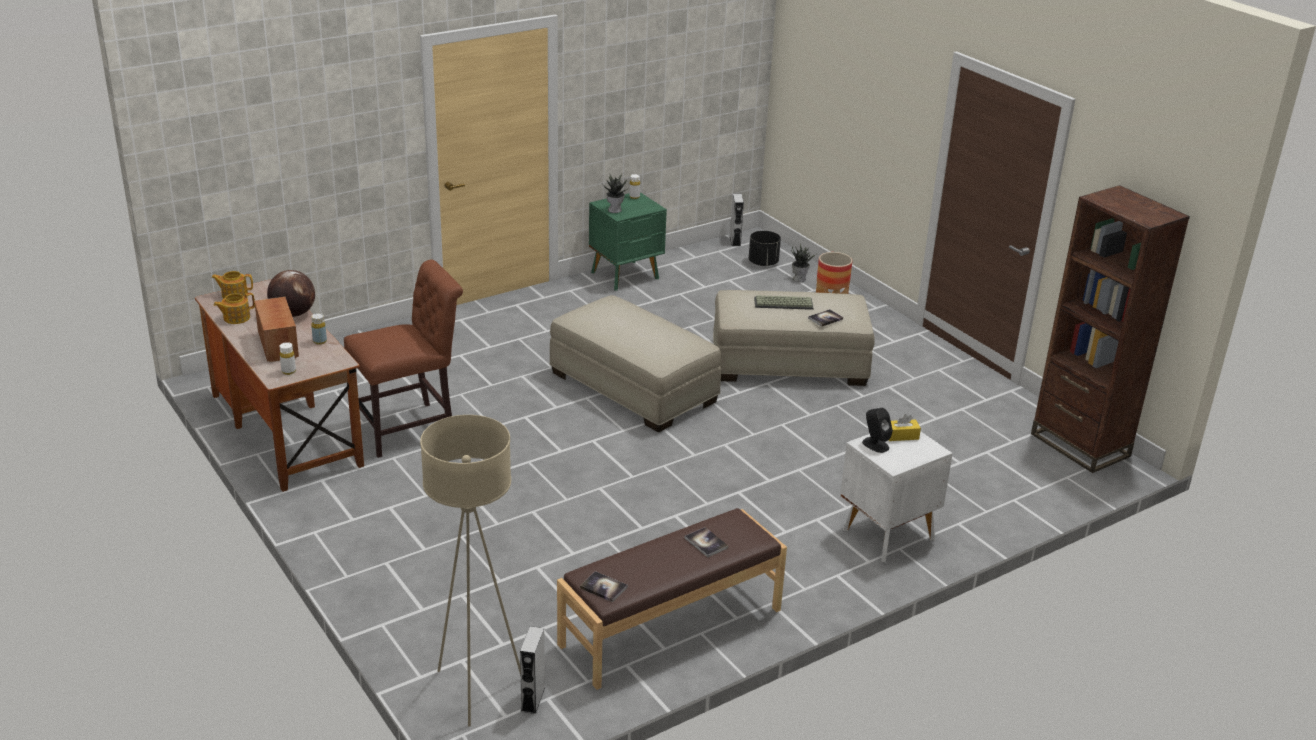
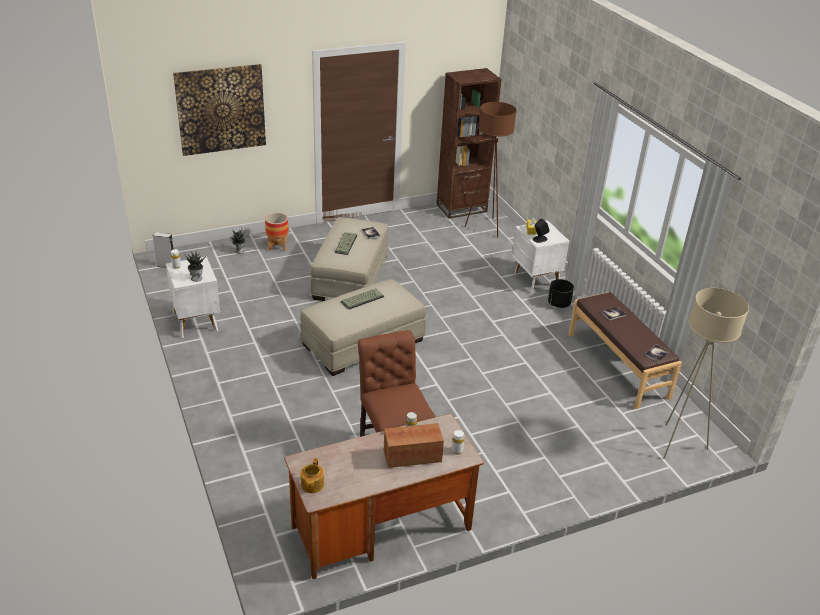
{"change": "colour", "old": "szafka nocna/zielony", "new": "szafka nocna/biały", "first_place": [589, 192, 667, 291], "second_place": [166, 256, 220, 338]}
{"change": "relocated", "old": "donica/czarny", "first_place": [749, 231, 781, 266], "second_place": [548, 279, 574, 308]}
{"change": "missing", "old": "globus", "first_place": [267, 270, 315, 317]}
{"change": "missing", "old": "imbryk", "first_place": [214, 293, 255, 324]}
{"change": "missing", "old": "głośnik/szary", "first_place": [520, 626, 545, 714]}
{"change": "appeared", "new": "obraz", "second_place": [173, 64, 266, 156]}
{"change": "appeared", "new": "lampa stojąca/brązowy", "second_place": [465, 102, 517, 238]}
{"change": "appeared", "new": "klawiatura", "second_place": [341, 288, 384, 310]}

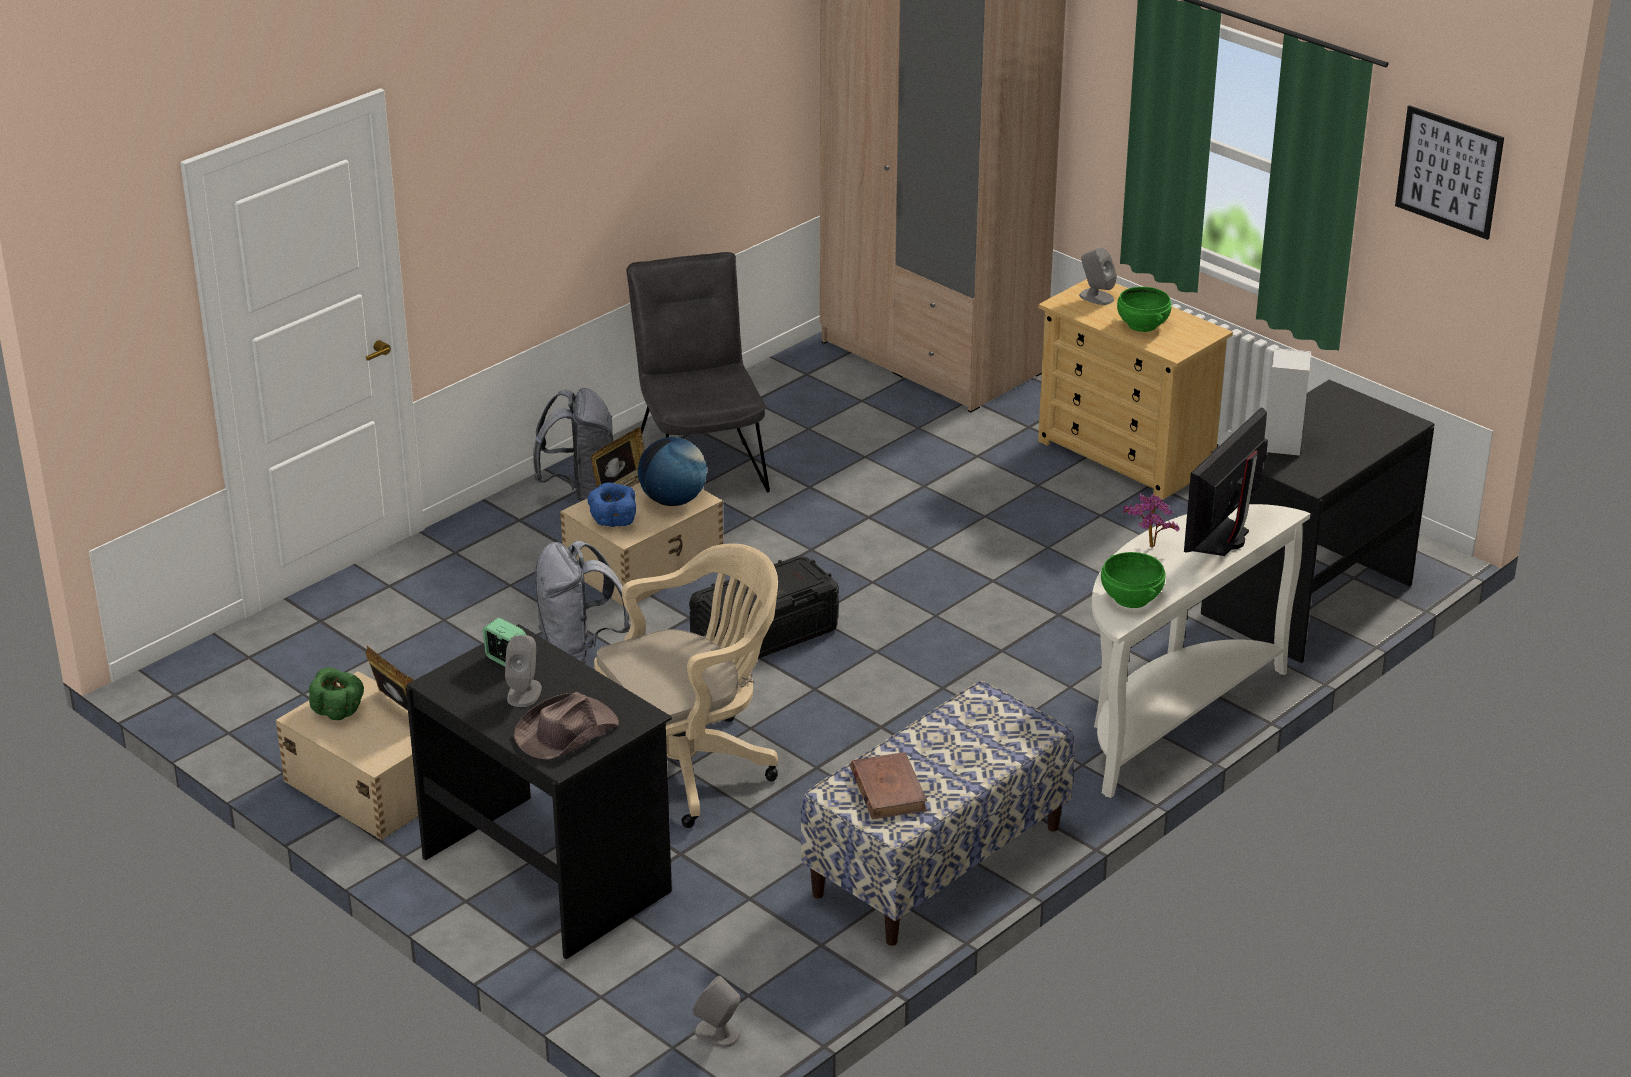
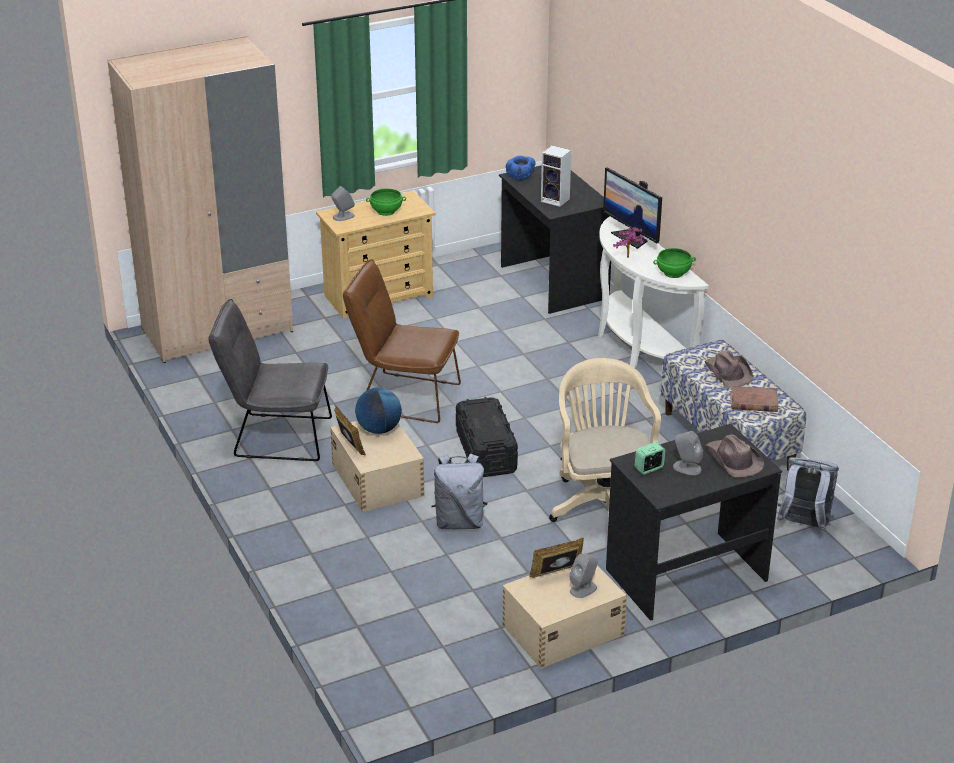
{"change": "missing", "old": "obraz", "first_place": [1395, 105, 1504, 240]}
{"change": "relocated", "old": "plecak/szary", "first_place": [533, 388, 614, 501], "second_place": [777, 457, 839, 531]}
{"change": "relocated", "old": "miska/niebieski", "first_place": [587, 482, 636, 527], "second_place": [506, 156, 536, 181]}
{"change": "missing", "old": "miska/zielony", "first_place": [309, 667, 364, 720]}
{"change": "relocated", "old": "głośnik/szary", "first_place": [693, 976, 741, 1048], "second_place": [569, 553, 598, 598]}
{"change": "appeared", "new": "krzesło/brązowy", "second_place": [343, 259, 461, 423]}
{"change": "appeared", "new": "kapelusz/brązowy", "second_place": [704, 350, 754, 388]}

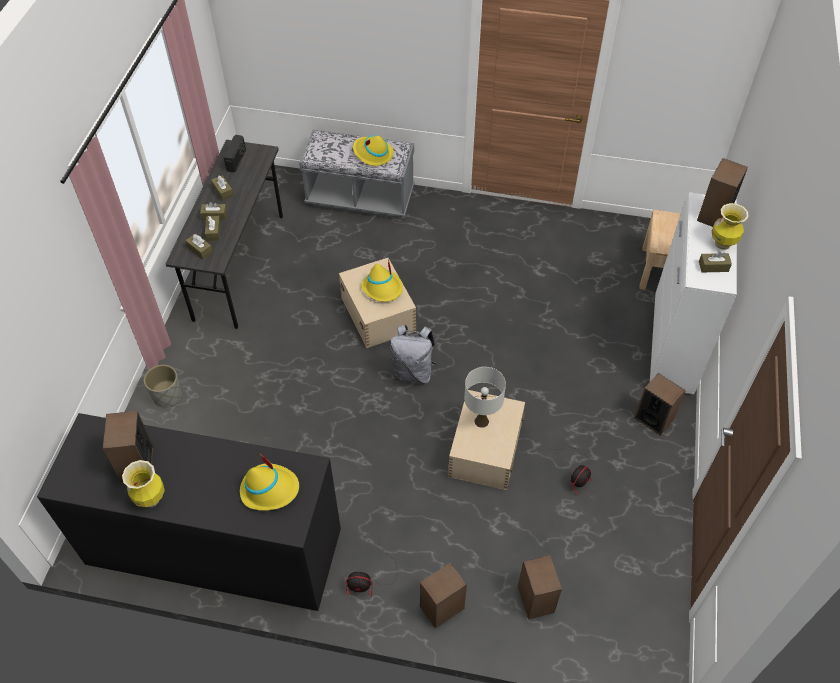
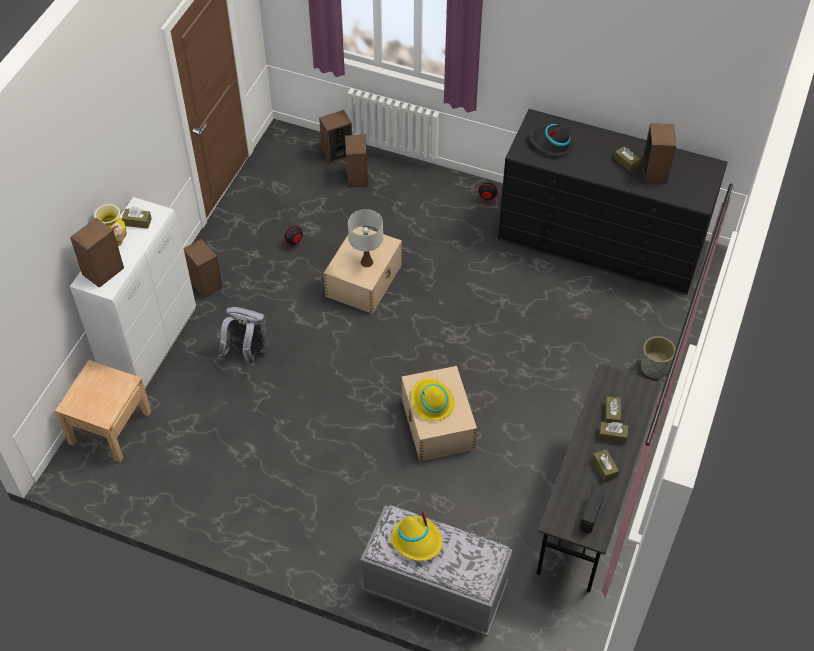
{"change": "relocated", "old": "pudełko chusteczek/brązowy", "first_place": [185, 233, 213, 260], "second_place": [614, 146, 641, 172]}
{"change": "relocated", "old": "plecak/szary", "first_place": [390, 325, 436, 384], "second_place": [219, 307, 269, 368]}
{"change": "colour", "old": "kapelusz/żółty", "new": "kapelusz/czarny", "first_place": [240, 454, 299, 511], "second_place": [530, 124, 574, 157]}
{"change": "missing", "old": "wazon", "first_place": [122, 460, 165, 507]}
{"change": "relocated", "old": "głośnik", "first_place": [420, 563, 467, 628], "second_place": [319, 110, 352, 164]}

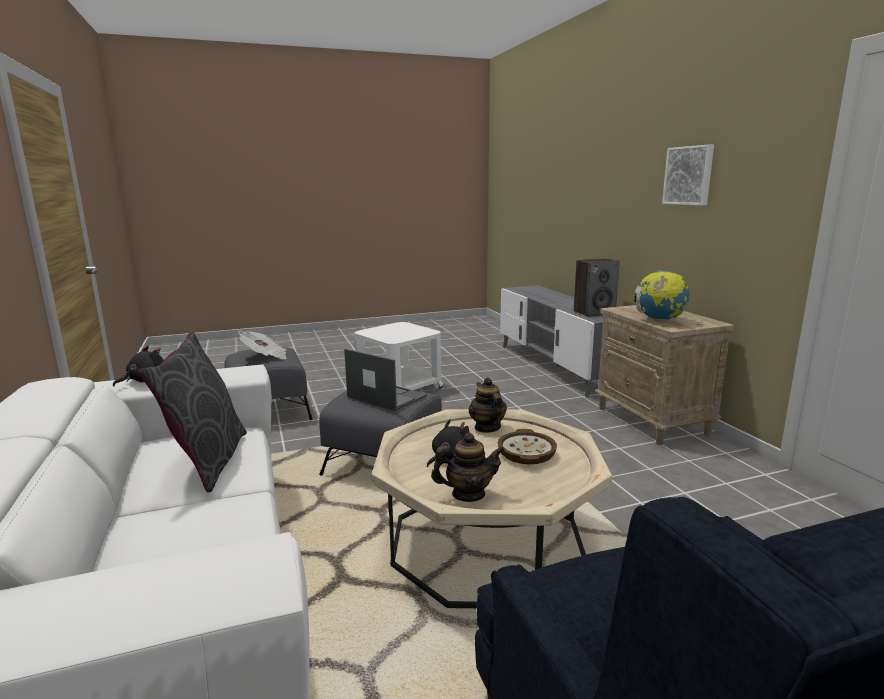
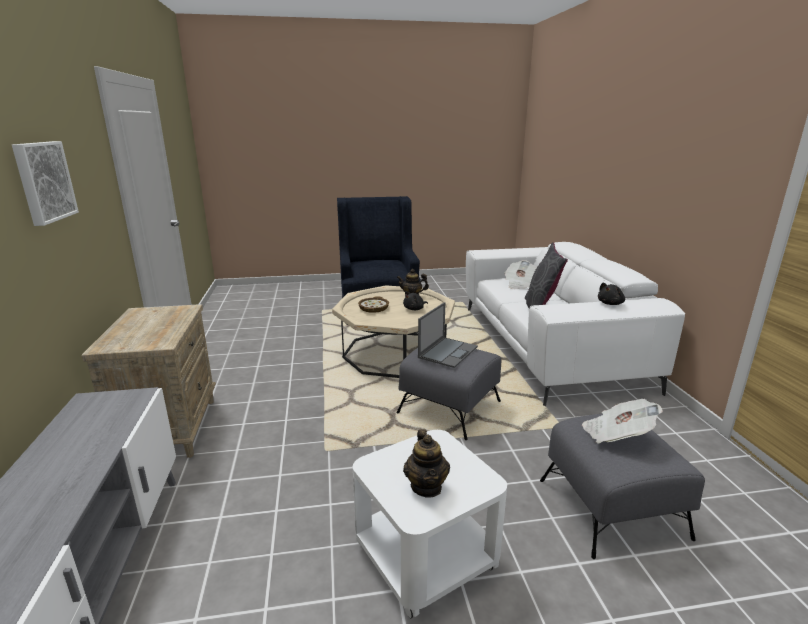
{"change": "missing", "old": "głośnik", "first_place": [574, 258, 620, 317]}
{"change": "missing", "old": "globus", "first_place": [634, 270, 689, 321]}
{"change": "spun", "old": "laptop", "first_place": [344, 349, 427, 411], "second_place": [418, 302, 478, 368], "degrees": -105}
{"change": "relocated", "old": "imbryk", "first_place": [469, 377, 507, 433], "second_place": [403, 429, 450, 498]}
{"change": "appeared", "new": "gazeta", "second_place": [504, 260, 537, 289]}

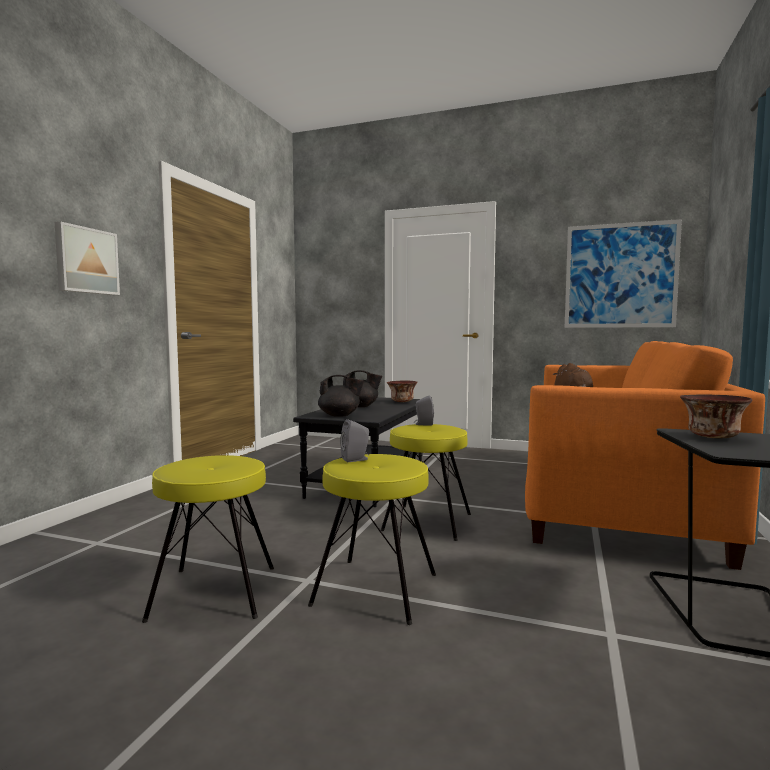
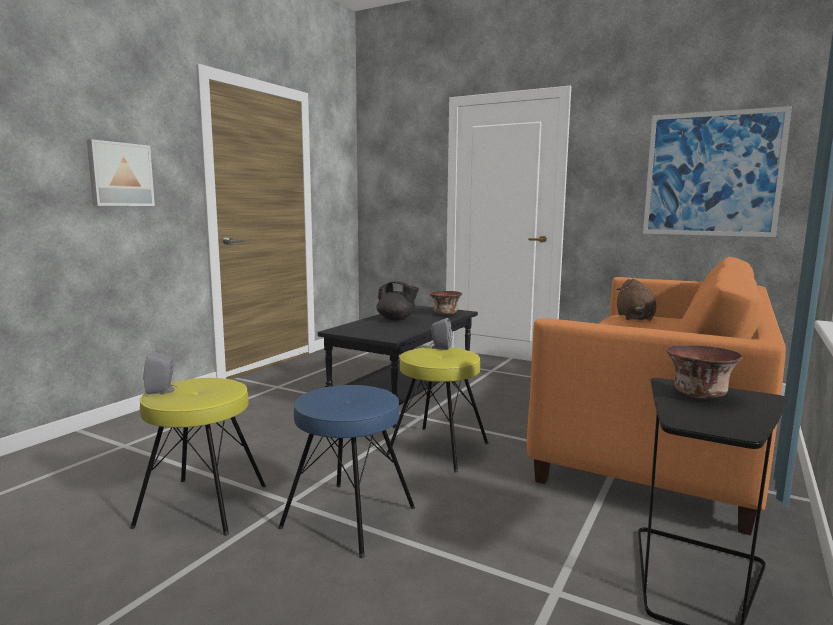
{"change": "missing", "old": "imbryk/czarny", "first_place": [318, 375, 364, 417]}
{"change": "relocated", "old": "głośnik/szary", "first_place": [340, 419, 369, 462], "second_place": [143, 351, 177, 394]}
{"change": "colour", "old": "stołek/żółty", "new": "stołek/niebieski", "first_place": [308, 454, 436, 625], "second_place": [278, 385, 415, 558]}

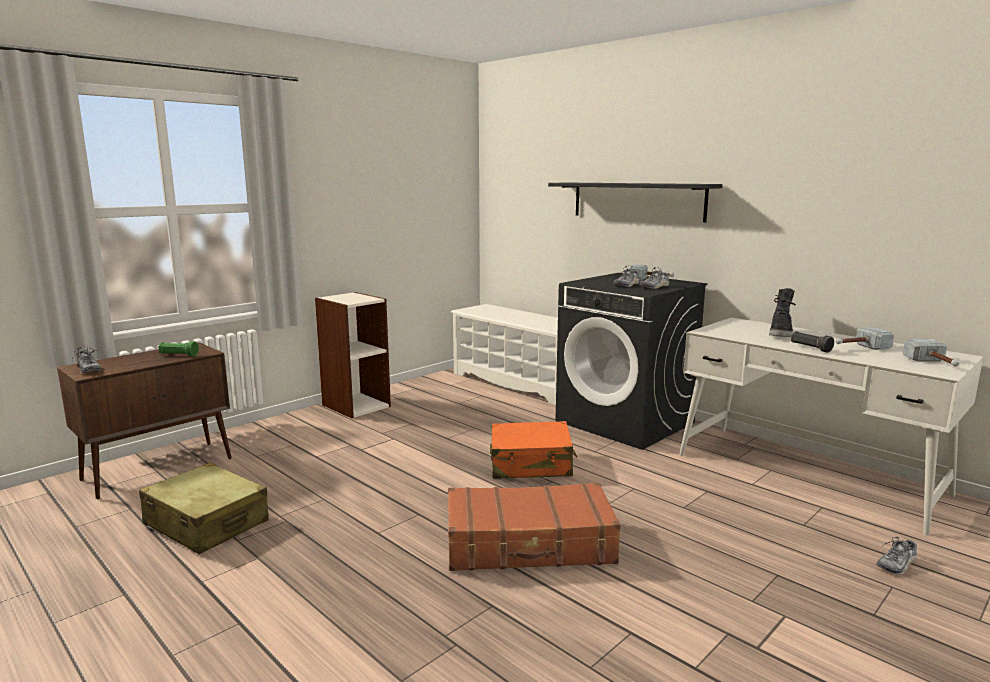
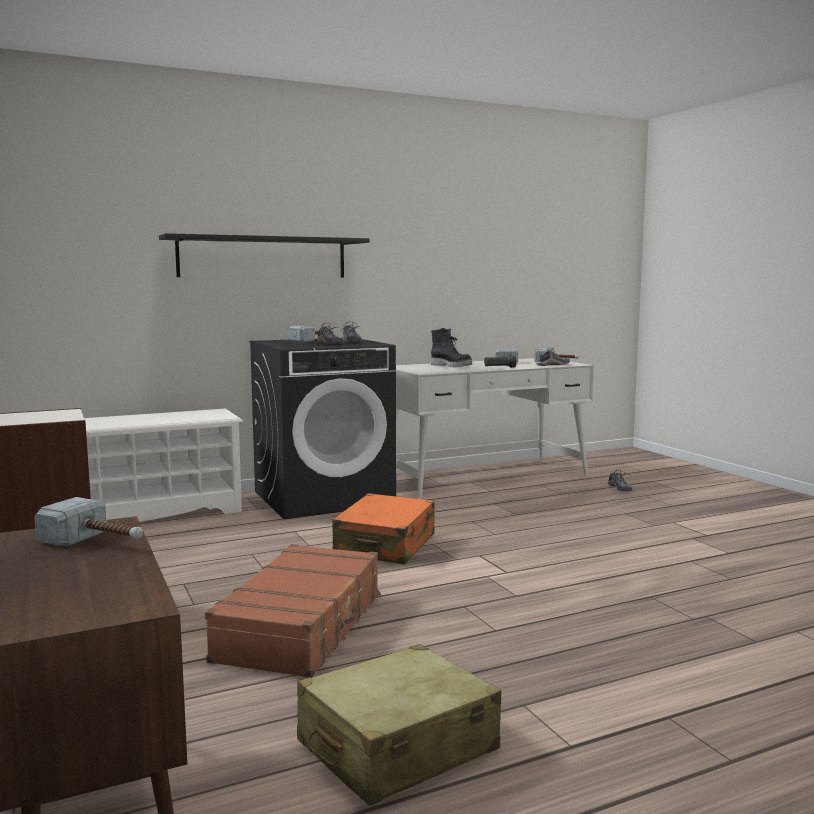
{"change": "exchanged", "old": "latarka/zielony", "new": "młotek", "first_place": [158, 341, 199, 356], "second_place": [34, 497, 143, 546]}
{"change": "relocated", "old": "but", "first_place": [72, 346, 101, 373], "second_place": [536, 347, 570, 366]}
{"change": "relocated", "old": "walizka/brązowy", "first_place": [448, 483, 621, 571], "second_place": [205, 544, 381, 678]}

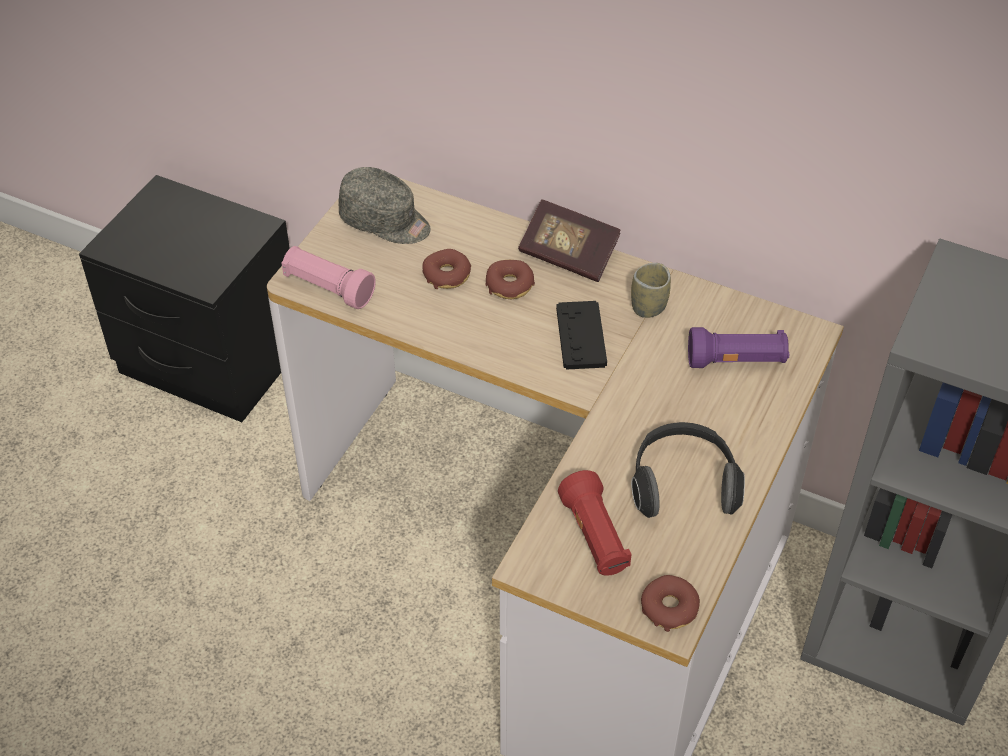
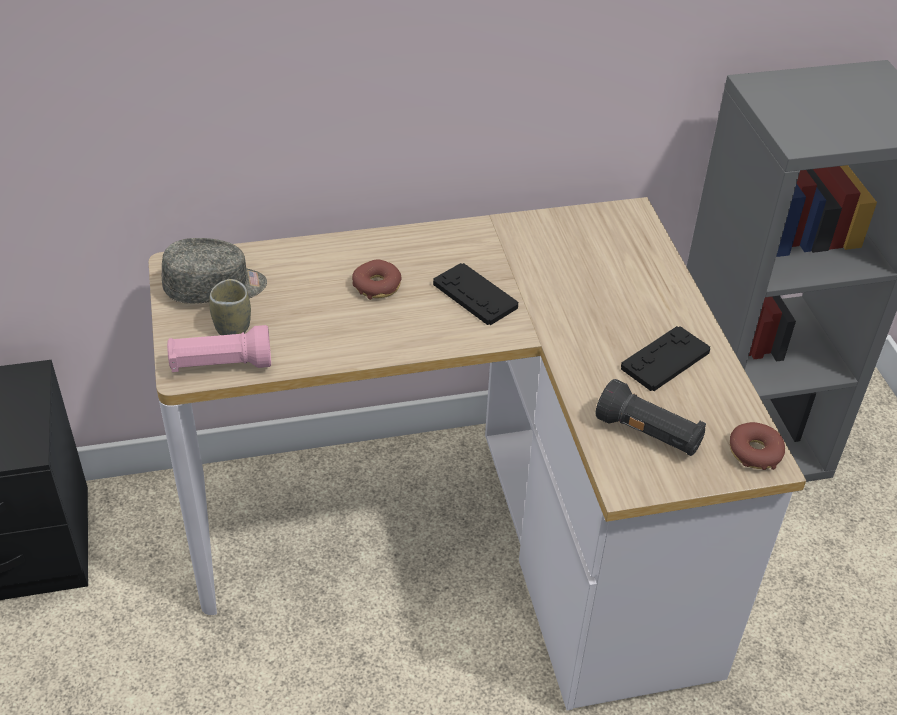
{"change": "missing", "old": "książka", "first_place": [518, 199, 621, 282]}
{"change": "missing", "old": "donut", "first_place": [422, 249, 471, 289]}
{"change": "relocated", "old": "filiżanka", "first_place": [631, 263, 671, 318], "second_place": [209, 279, 251, 335]}
{"change": "missing", "old": "latarka/fioletowy", "first_place": [688, 327, 789, 368]}
{"change": "exchanged", "old": "słuchawki", "new": "pad do gier/czarny", "first_place": [631, 422, 745, 518], "second_place": [621, 326, 710, 391]}
{"change": "colour", "old": "latarka/czerwony", "new": "latarka/czarny", "first_place": [558, 470, 632, 576], "second_place": [596, 379, 706, 456]}

